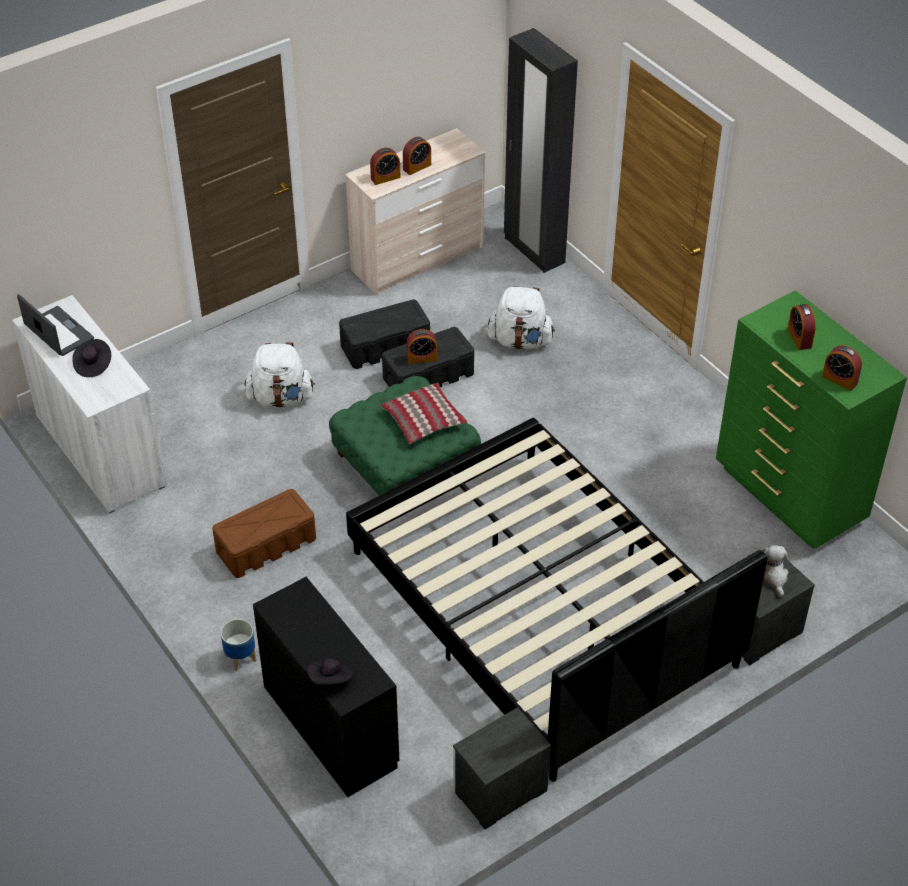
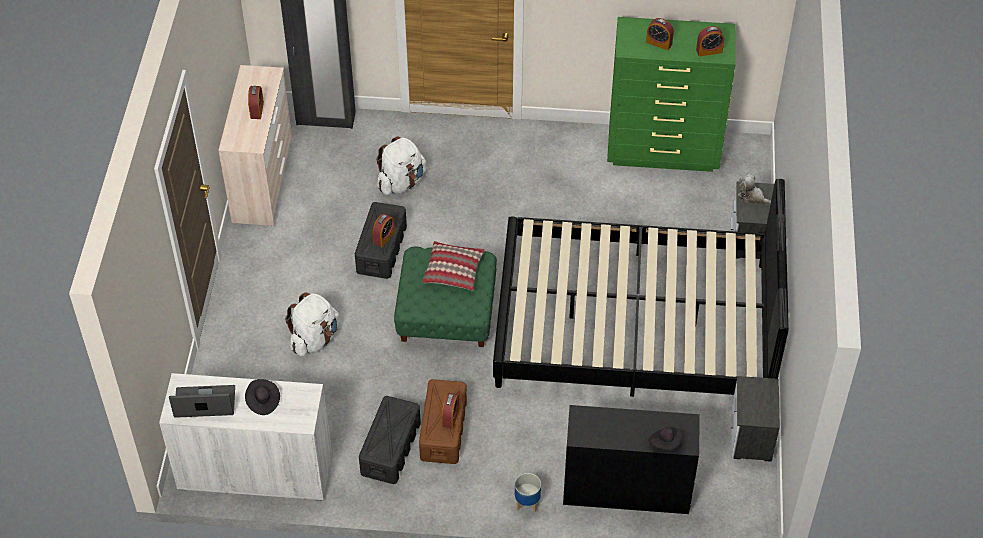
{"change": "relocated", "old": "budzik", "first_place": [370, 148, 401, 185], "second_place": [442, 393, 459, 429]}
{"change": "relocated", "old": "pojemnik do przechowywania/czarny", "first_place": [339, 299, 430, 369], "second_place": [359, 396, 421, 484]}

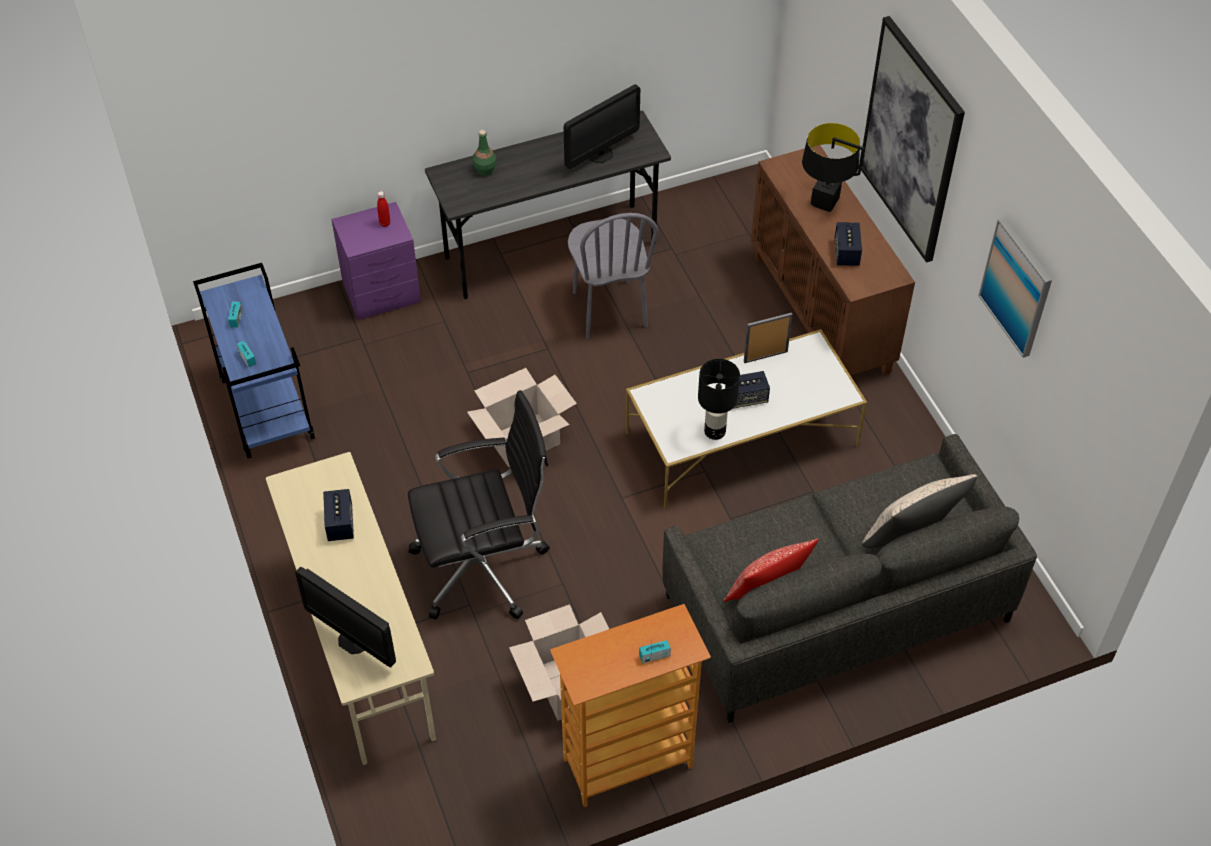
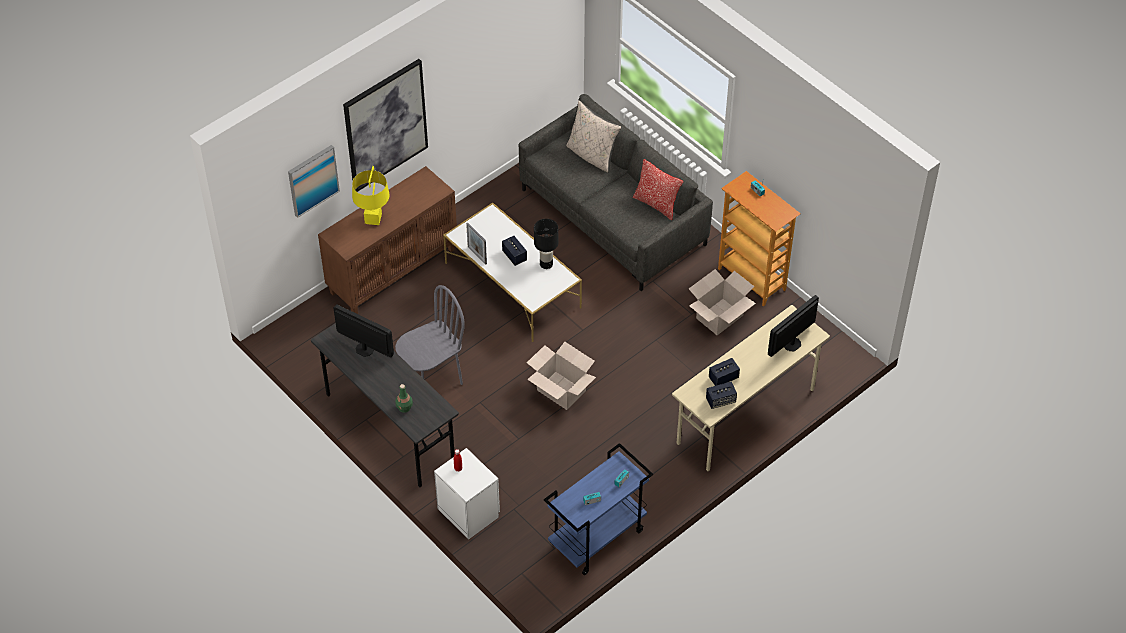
{"change": "colour", "old": "lampa stołowa/czarny", "new": "lampa stołowa/żółty", "first_place": [802, 123, 864, 212], "second_place": [352, 166, 390, 225]}
{"change": "colour", "old": "szafka nocna/fioletowy", "new": "szafka nocna/biały", "first_place": [331, 202, 421, 320], "second_place": [434, 448, 500, 540]}
{"change": "relocated", "old": "obraz", "first_place": [978, 218, 1052, 358], "second_place": [288, 145, 340, 218]}
{"change": "relocated", "old": "głośnik", "first_place": [835, 222, 862, 266], "second_place": [706, 382, 737, 409]}
{"change": "missing", "old": "krzesło biurowe/czarny", "first_place": [408, 390, 550, 620]}
{"change": "spun", "old": "monitor", "first_place": [295, 567, 396, 668], "second_place": [768, 295, 819, 357], "degrees": -150}

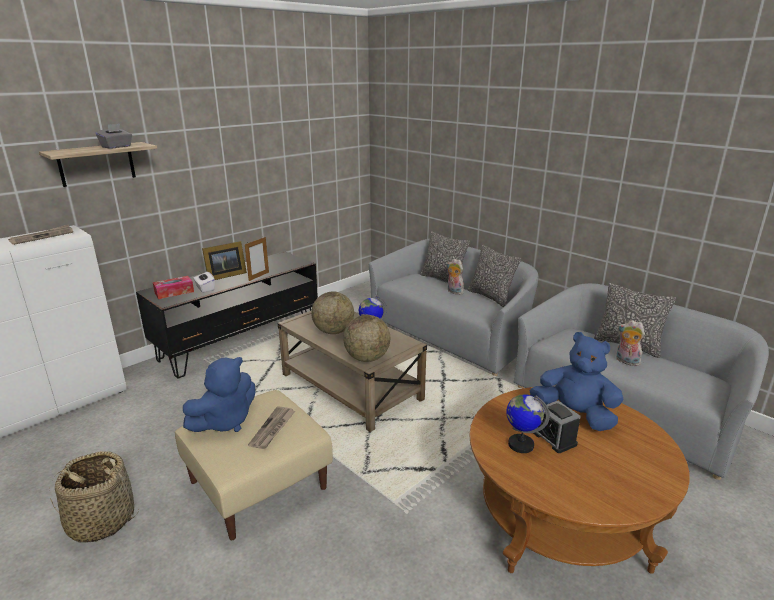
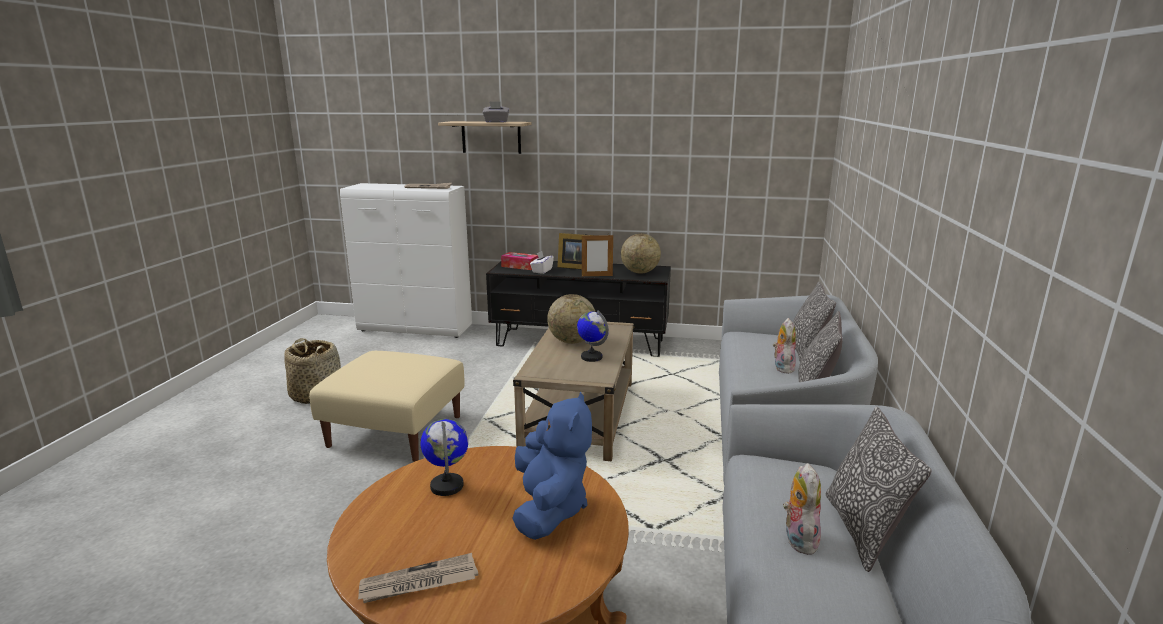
{"change": "relocated", "old": "globus", "first_place": [343, 315, 390, 362], "second_place": [621, 234, 661, 273]}
{"change": "missing", "old": "pluszak/niebieski", "first_place": [183, 357, 255, 432]}
{"change": "missing", "old": "budzik", "first_place": [533, 401, 581, 453]}
{"change": "relocated", "old": "gazeta", "first_place": [248, 406, 295, 449], "second_place": [358, 553, 478, 603]}

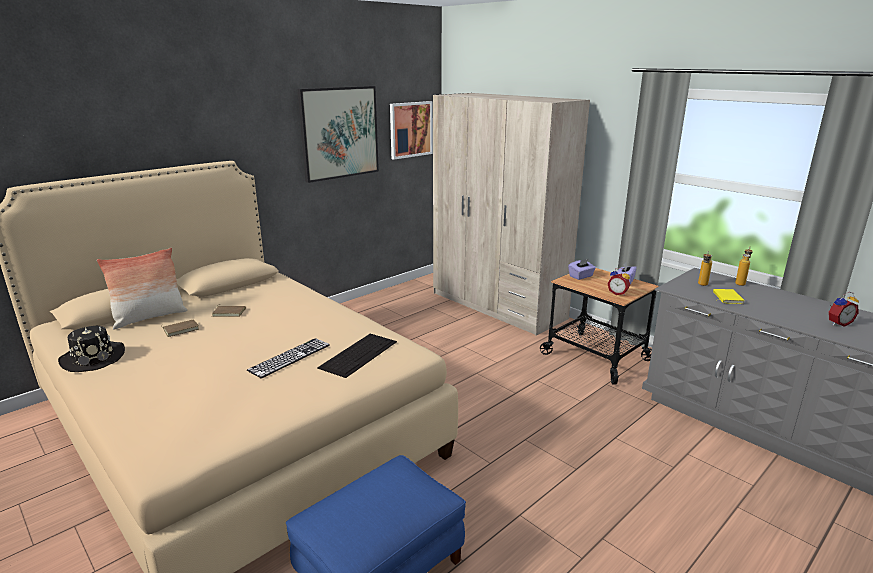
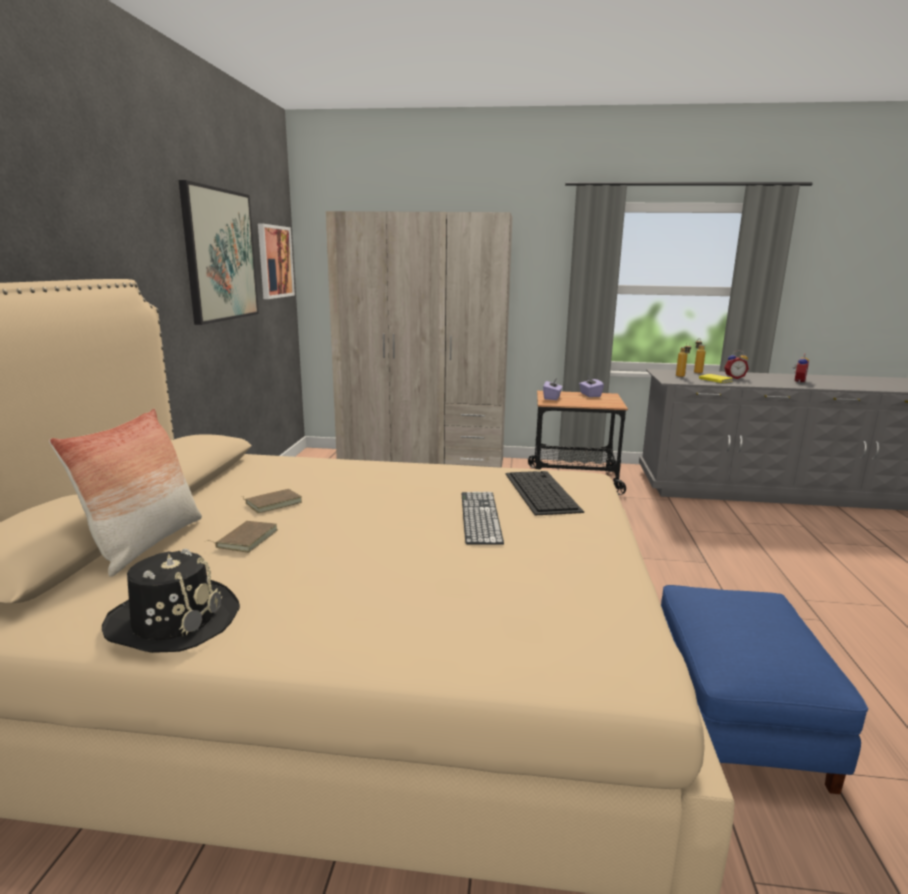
{"change": "relocated", "old": "budzik", "first_place": [607, 268, 630, 296], "second_place": [724, 350, 749, 379]}

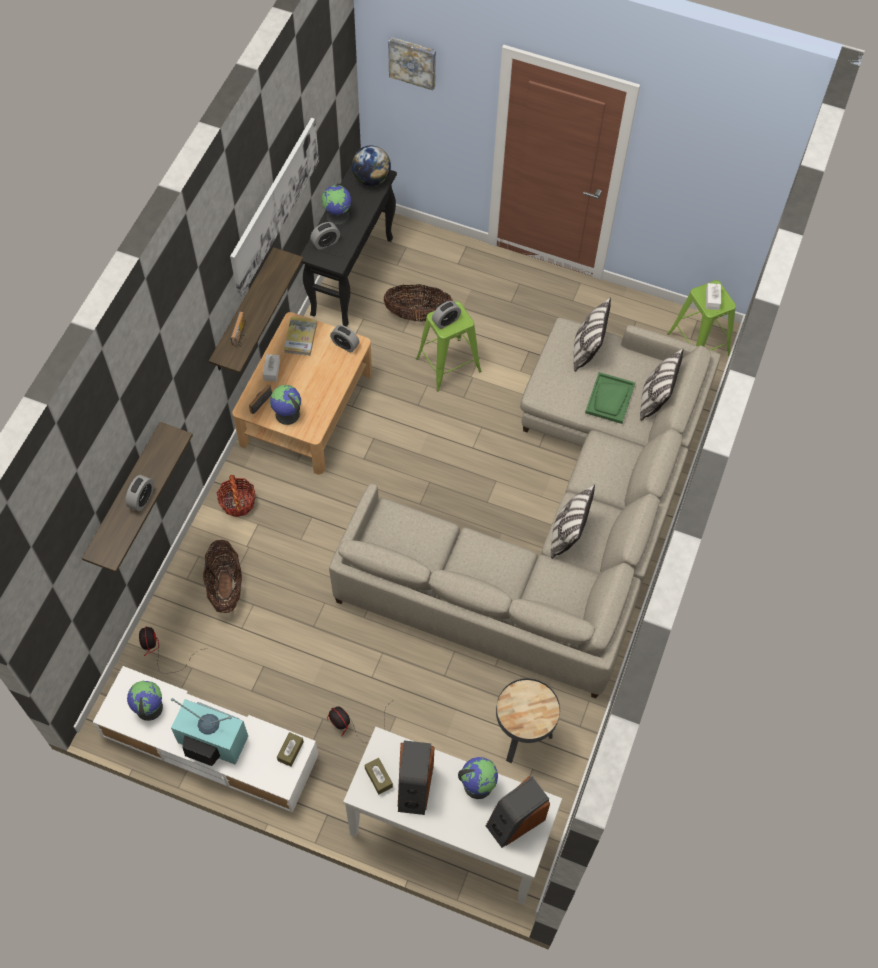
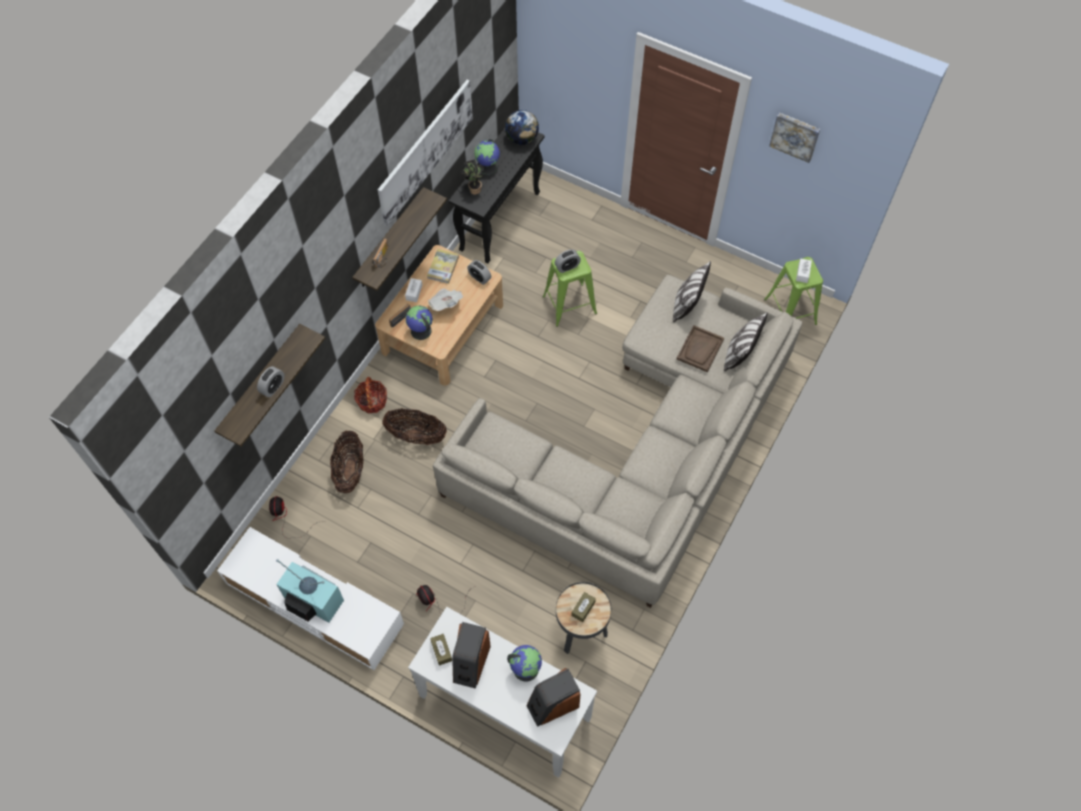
{"change": "relocated", "old": "obraz", "first_place": [388, 37, 436, 90], "second_place": [769, 112, 820, 163]}
{"change": "exchanged", "old": "budzik", "new": "roślina doniczkowa", "first_place": [310, 222, 340, 250], "second_place": [461, 159, 485, 195]}
{"change": "relocated", "old": "koszyk", "first_place": [384, 284, 452, 322], "second_place": [382, 408, 447, 445]}
{"change": "colour", "old": "taca/zielony", "new": "taca/brązowy", "first_place": [585, 372, 635, 424], "second_place": [677, 325, 724, 372]}
{"change": "missing", "old": "poduszka", "first_place": [551, 485, 595, 559]}
{"change": "missing", "old": "globus", "first_place": [127, 680, 163, 721]}
{"change": "relocated", "old": "pudełko chusteczek/brązowy", "first_place": [277, 732, 304, 767], "second_place": [571, 592, 596, 622]}
{"change": "appeared", "new": "gazeta", "second_place": [428, 288, 463, 311]}

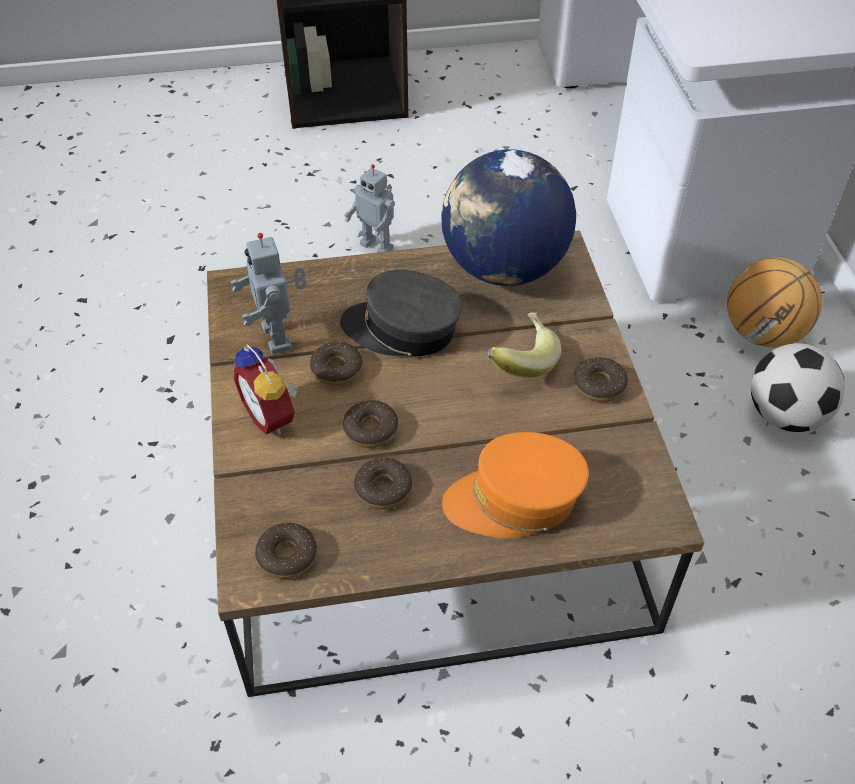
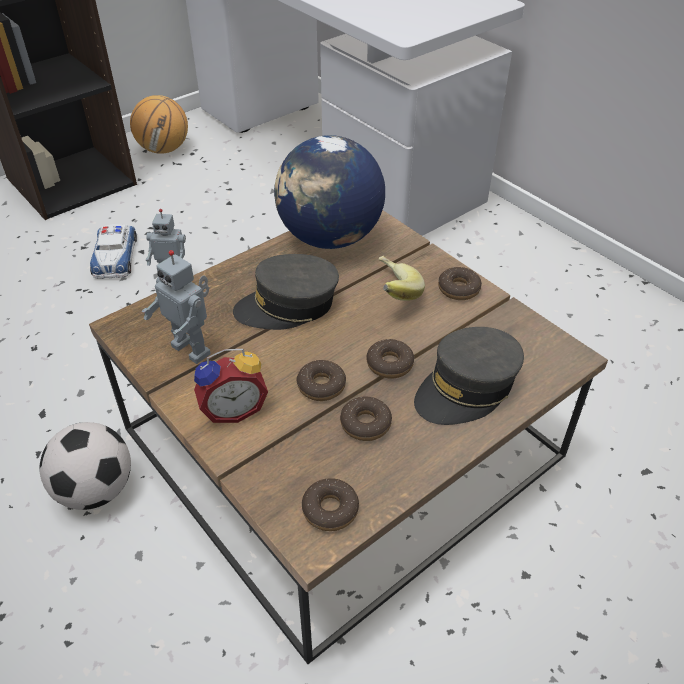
{"change": "relocated", "old": "piłka do koszykówki", "first_place": [727, 257, 822, 347], "second_place": [130, 95, 188, 154]}
{"change": "relocated", "old": "donut", "first_place": [310, 342, 363, 386], "second_place": [366, 339, 414, 379]}
{"change": "relocated", "old": "piłka futbolowa", "first_place": [751, 343, 845, 432], "second_place": [39, 422, 131, 510]}
{"change": "spun", "old": "budzik", "first_place": [233, 344, 297, 435], "second_place": [194, 349, 268, 423], "degrees": -45}
{"change": "colour", "old": "czapka z daszkiem/pomarańczowy", "new": "czapka z daszkiem/szary", "first_place": [442, 432, 589, 539], "second_place": [414, 327, 524, 425]}
{"change": "appeared", "new": "samochodzik", "second_place": [90, 224, 137, 279]}

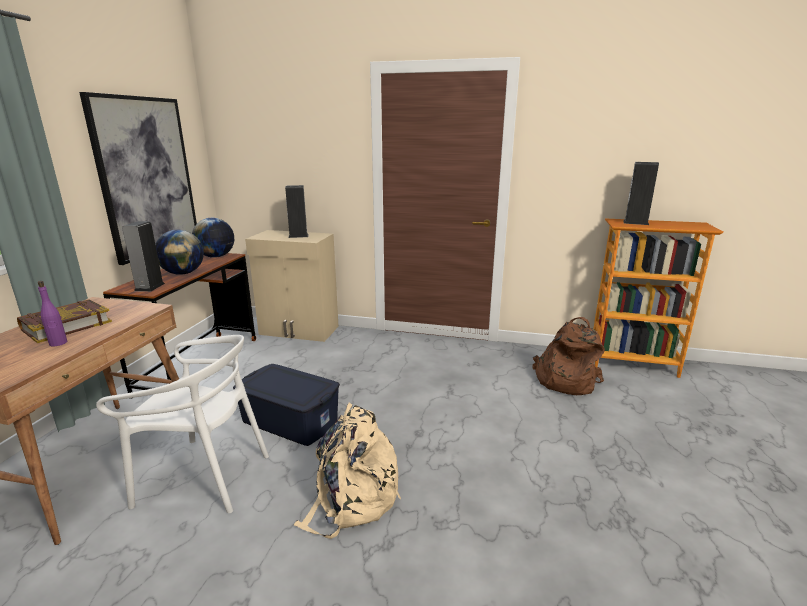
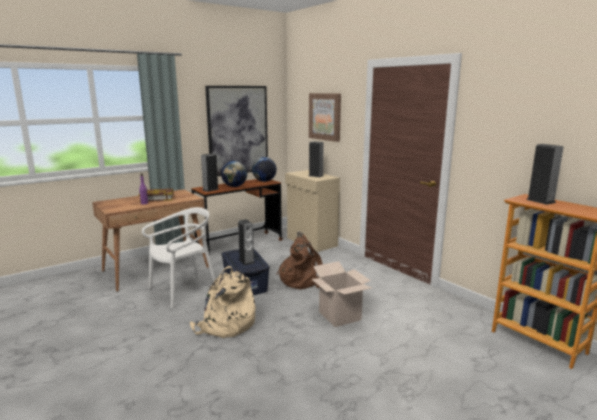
{"change": "relocated", "old": "plecak/brązowy", "first_place": [532, 317, 605, 395], "second_place": [277, 235, 323, 290]}
{"change": "spun", "old": "krzesło/biały", "first_place": [96, 335, 269, 514], "second_place": [142, 207, 216, 309], "degrees": -90}
{"change": "appeared", "new": "obraz", "second_place": [309, 93, 341, 142]}
{"change": "appeared", "new": "głośnik", "second_place": [238, 219, 255, 265]}
{"change": "appeared", "new": "karton", "second_place": [312, 261, 372, 327]}

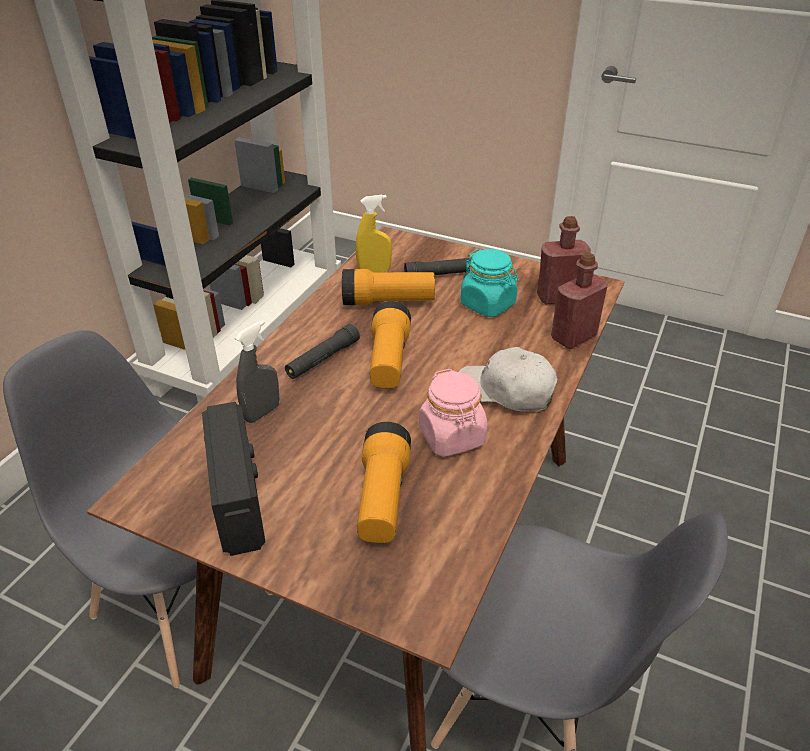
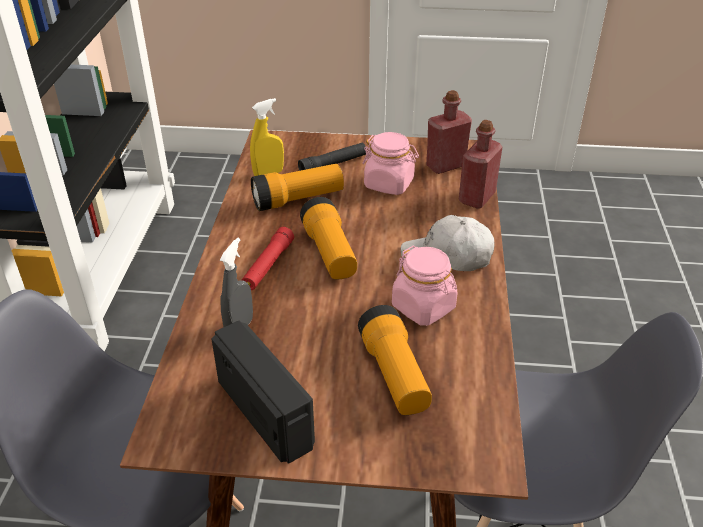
{"change": "colour", "old": "słoik/turkusowy", "new": "słoik/różowy", "first_place": [460, 249, 519, 317], "second_place": [362, 132, 419, 195]}
{"change": "colour", "old": "latarka/czarny", "new": "latarka/czerwony", "first_place": [285, 324, 360, 379], "second_place": [242, 227, 294, 290]}

